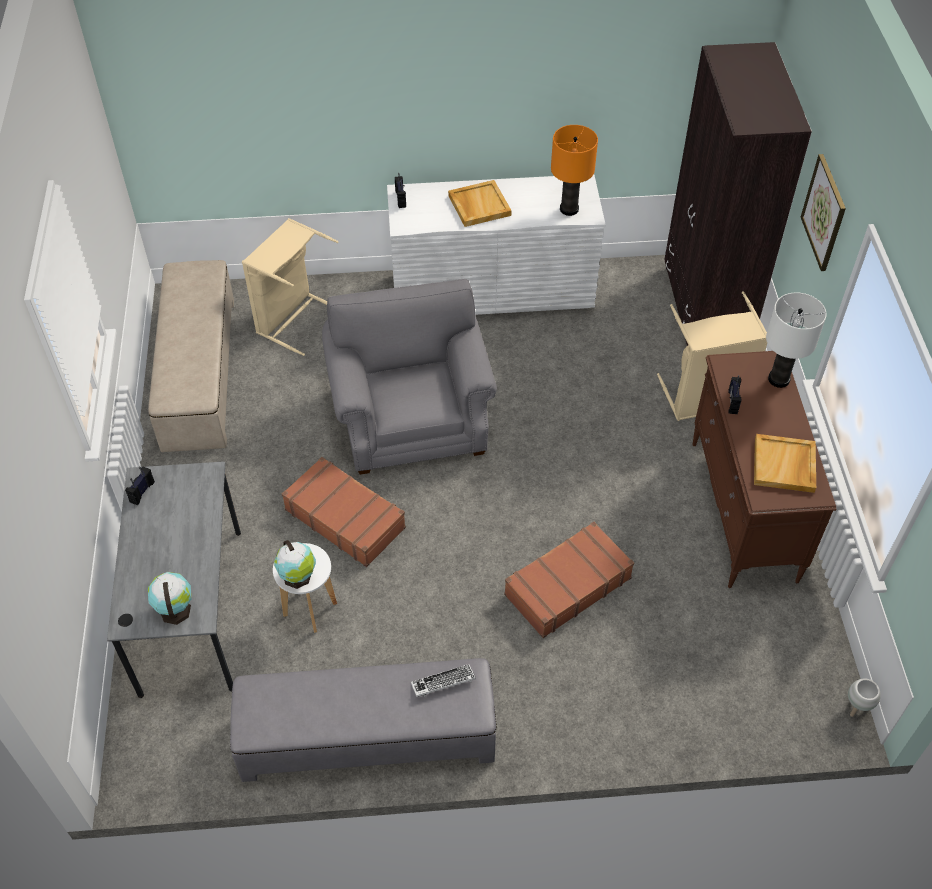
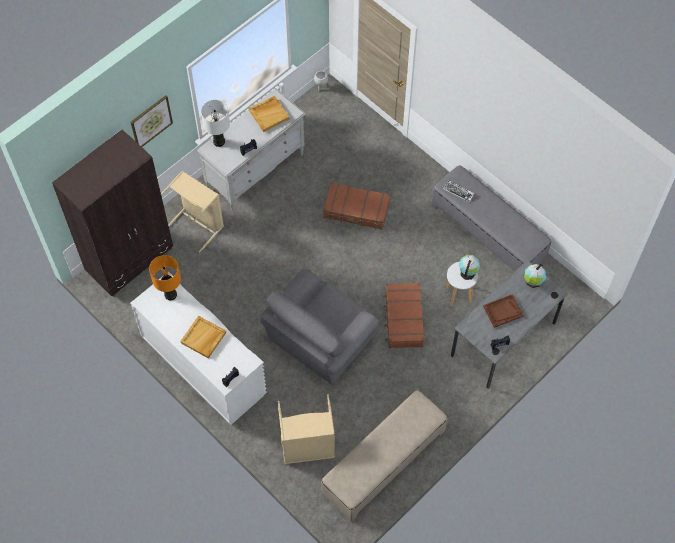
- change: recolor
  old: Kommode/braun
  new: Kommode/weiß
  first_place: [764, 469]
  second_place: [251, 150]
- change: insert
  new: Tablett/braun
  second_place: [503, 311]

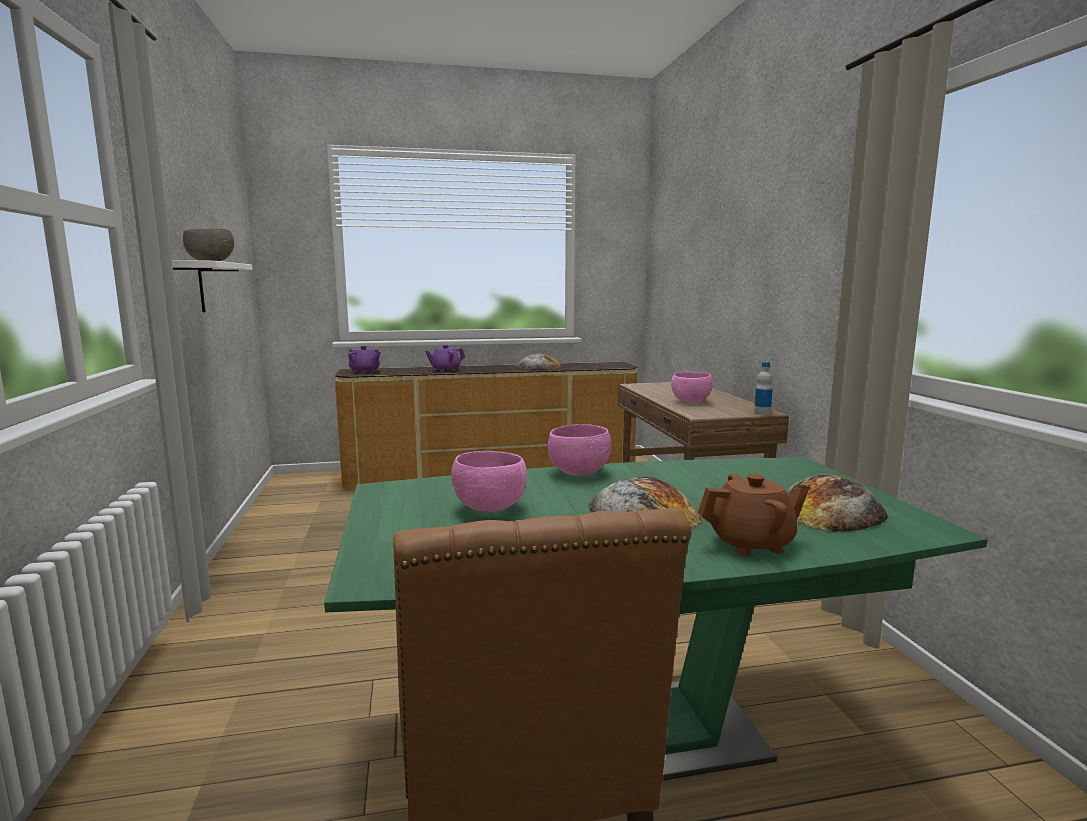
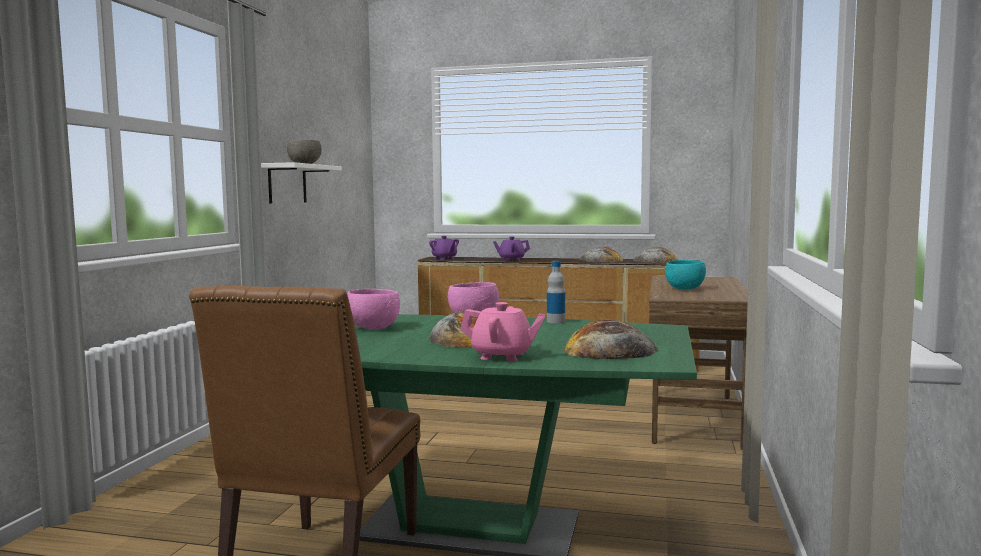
- change: recolor
  old: Teekanne/braun
  new: Teekanne/rosa
  first_place: [754, 514]
  second_place: [503, 331]
- change: move
  old: Flasche
  first_place: [763, 388]
  second_place: [556, 292]
- change: insert
  new: Brot
  second_place: [655, 255]
- change: recolor
  old: Schüssel/rosa
  new: Schüssel/türkis
  first_place: [691, 387]
  second_place: [685, 275]

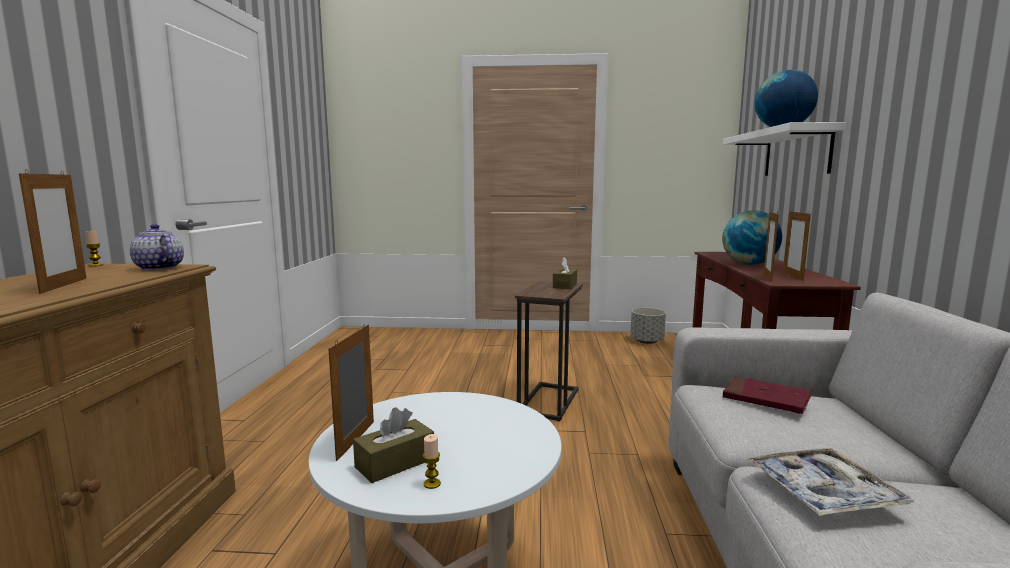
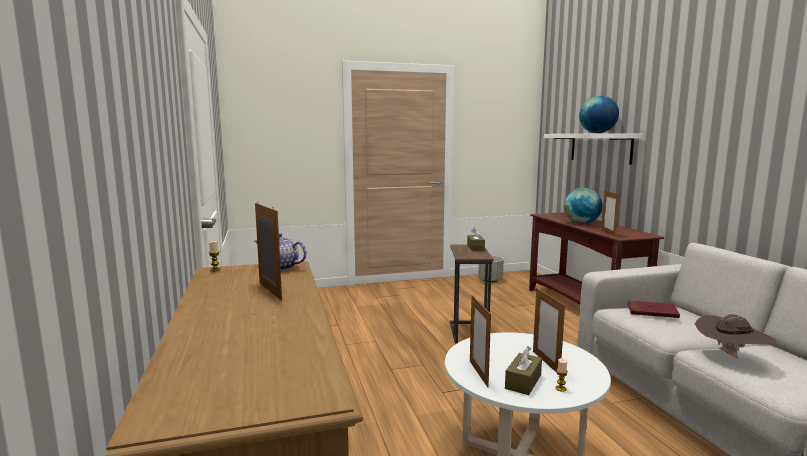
- change: move
  old: Bilderrahmen
  first_place: [797, 245]
  second_place: [549, 330]
- change: replace
  old: Tablett
  new: Hut/braun
  first_place: [830, 482]
  second_place: [735, 336]

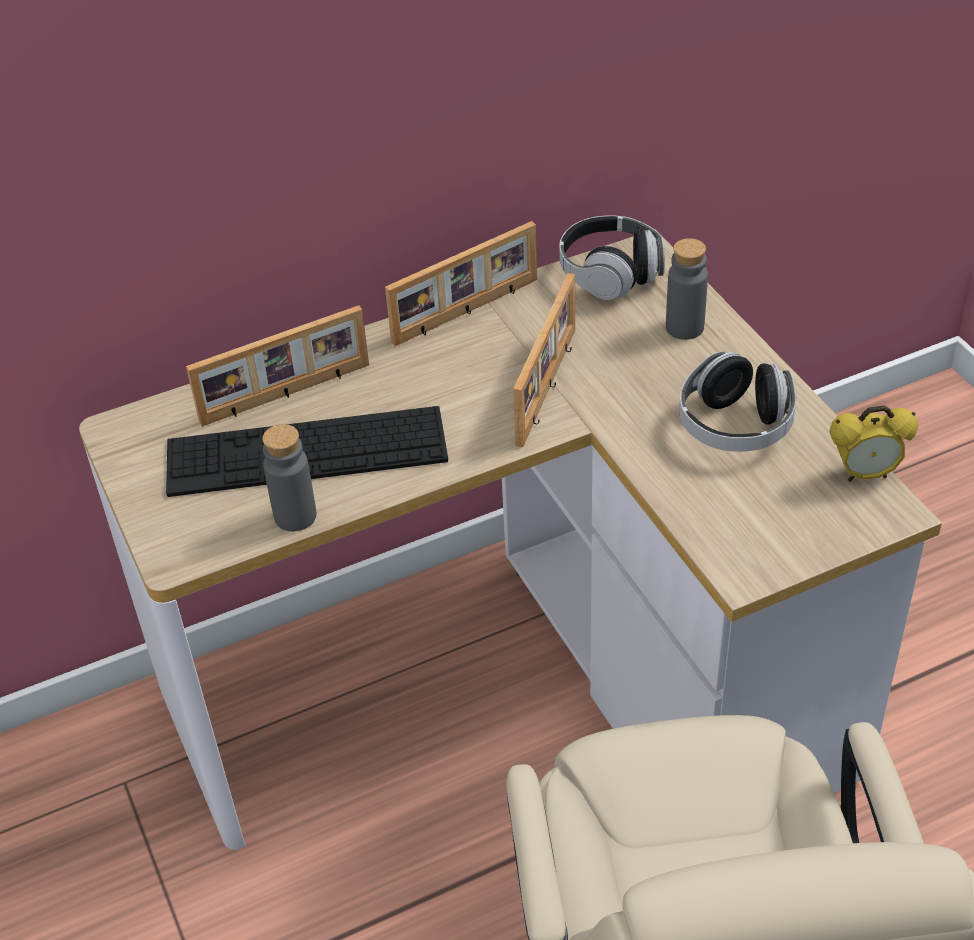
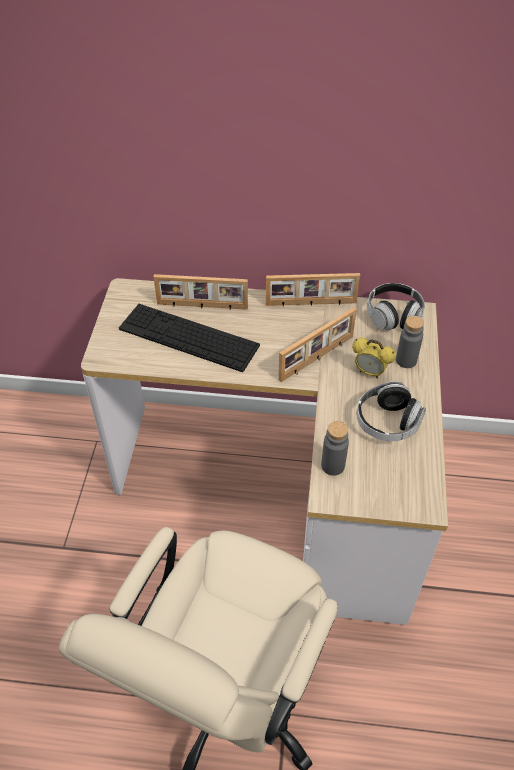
- change: move
  old: Flasche/grau
  first_place: [289, 477]
  second_place: [335, 448]
- change: move
  old: Wecker
  first_place: [874, 443]
  second_place: [374, 358]

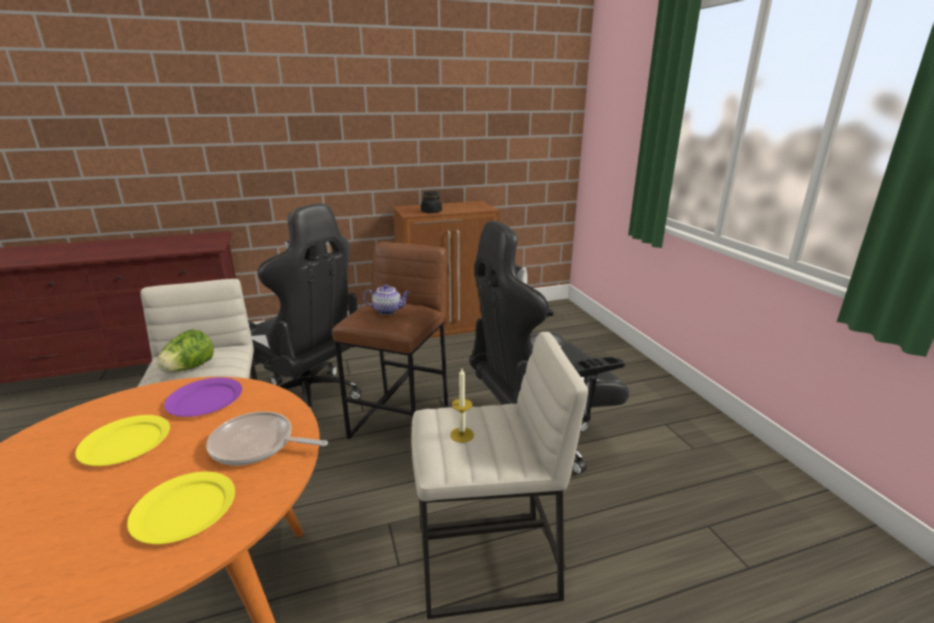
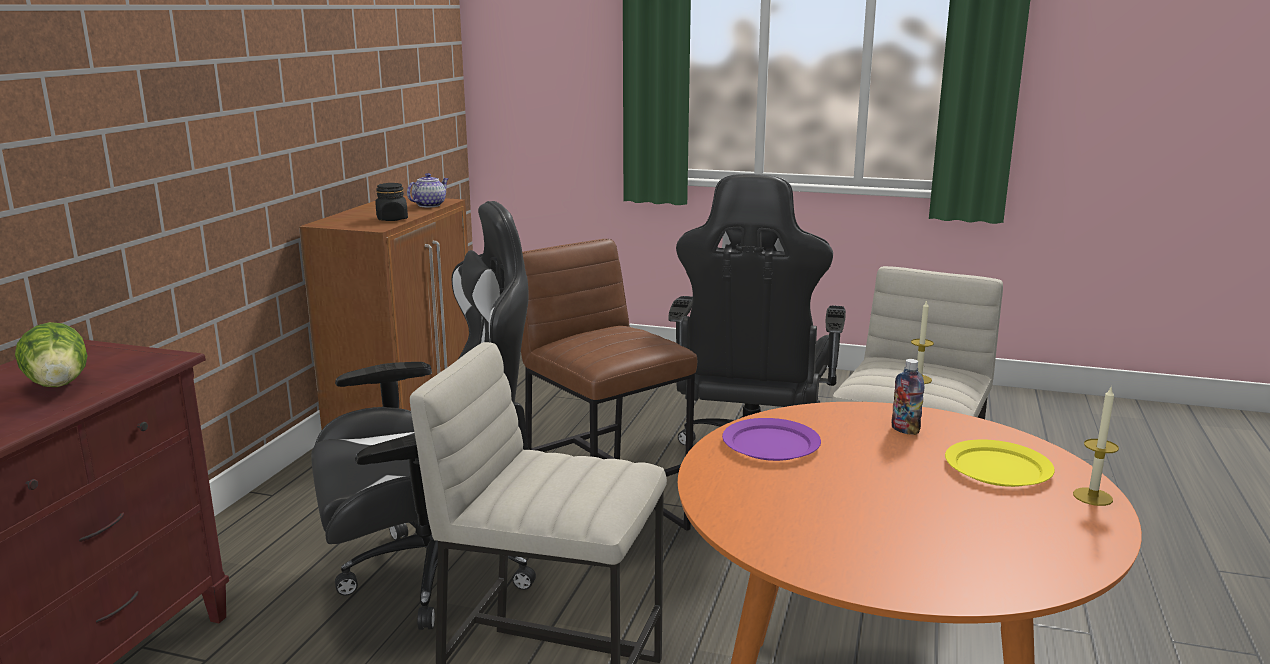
- change: move
  old: Salatkopf
  first_place: [185, 350]
  second_place: [51, 354]
- change: move
  old: Teekanne
  first_place: [386, 299]
  second_place: [428, 190]
- change: replace
  old: Pfanne
  new: Flasche
  first_place: [267, 438]
  second_place: [908, 397]
- change: insert
  new: Kerze
  second_place: [1096, 445]
- change: delete
  old: Teller/gelb
  first_place: [122, 440]

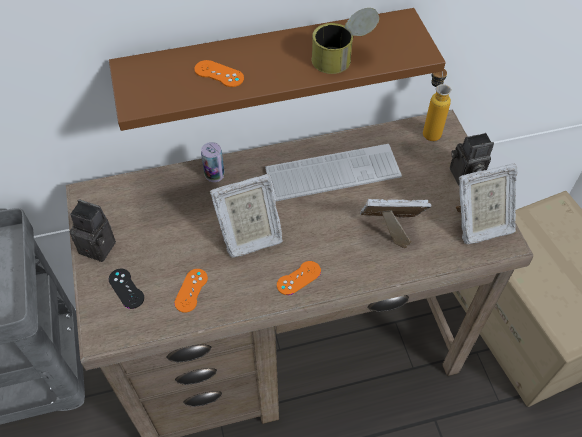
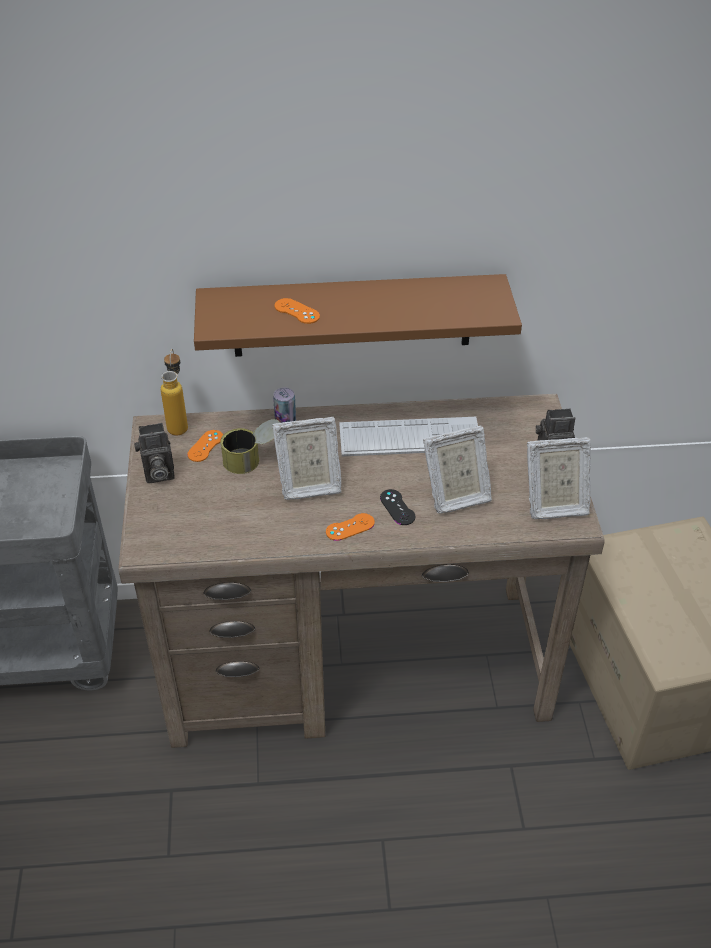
- change: rotate
  old: Kamera
  first_place: [93, 230]
  second_place: [154, 453]
  degrees: 135
- change: move
  old: Flasche
  first_place: [437, 105]
  second_place: [174, 392]
- change: move
  old: Gamepad/orange
  first_place: [191, 291]
  second_place: [205, 446]
- change: move
  old: Dose
  first_place: [345, 41]
  second_place: [250, 446]
- change: move
  old: Gamepad/schwarz
  first_place: [126, 289]
  second_place: [397, 507]
- change: rotate
  old: Bilderrahmen
  first_place: [396, 223]
  second_place: [457, 469]
  degrees: 150

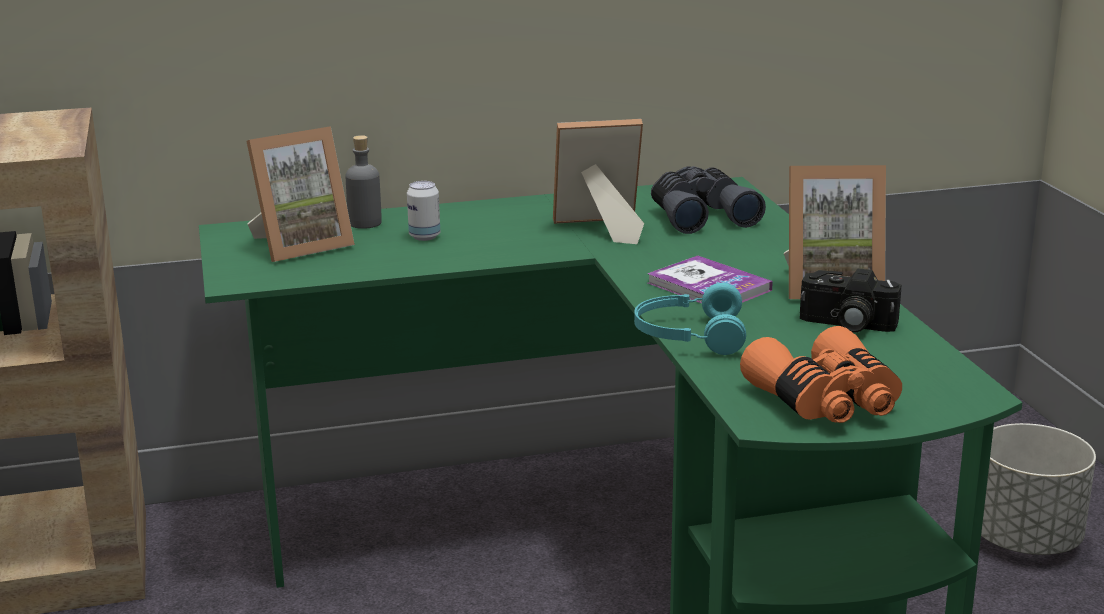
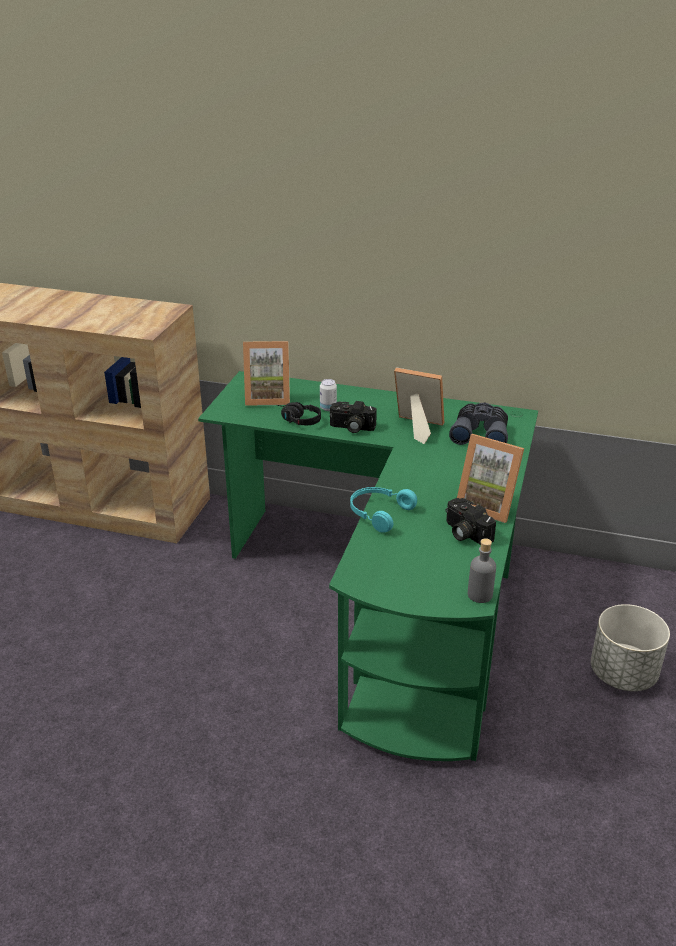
- change: insert
  new: Kopfhörer/schwarz
  second_place: [299, 413]
- change: insert
  new: Kamera
  second_place: [353, 417]
- change: move
  old: Flasche/grau
  first_place: [363, 182]
  second_place: [482, 570]
- change: delete
  old: Buch
  first_place: [710, 279]
- change: delete
  old: Fernglas/orange
  first_place: [821, 374]

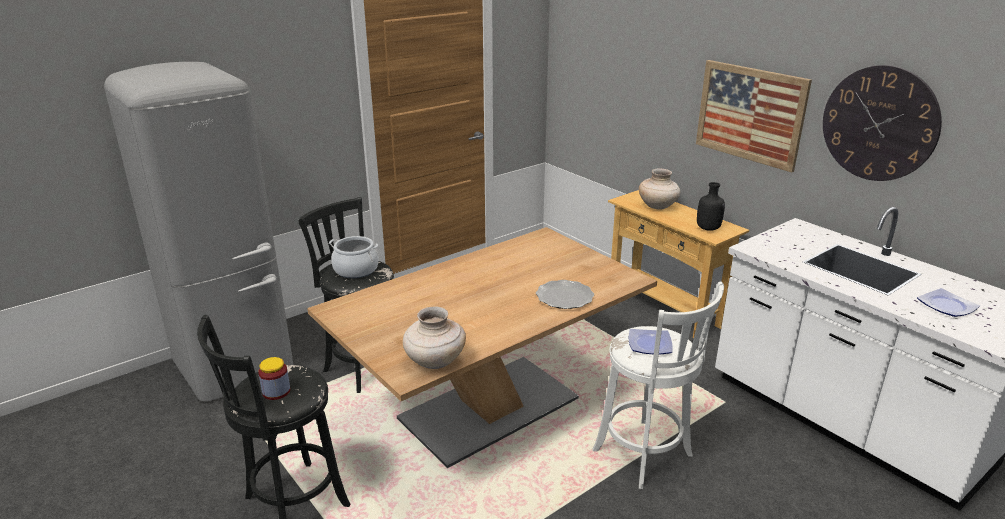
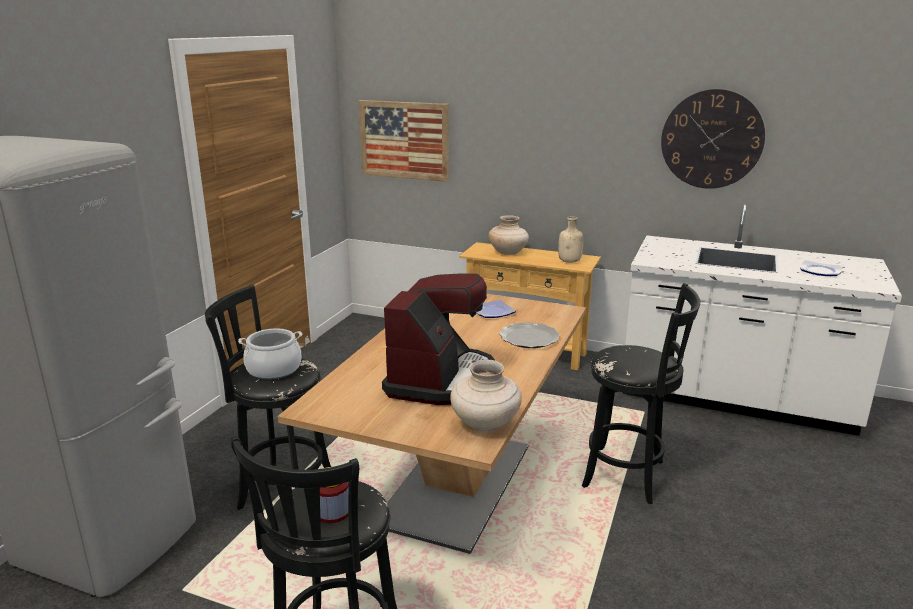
- change: move
  old: Bild
  first_place: [754, 116]
  second_place: [403, 141]
- change: insert
  new: Kaffeemaschine
  second_place: [438, 339]
- change: move
  old: Teller
  first_place: [651, 342]
  second_place: [496, 309]
- change: recolor
  old: Flasche/schwarz
  new: Flasche/beige
  first_place: [711, 206]
  second_place: [570, 239]
- change: recolor
  old: Hocker/weiß
  new: Hocker/schwarz
  first_place: [658, 385]
  second_place: [641, 393]

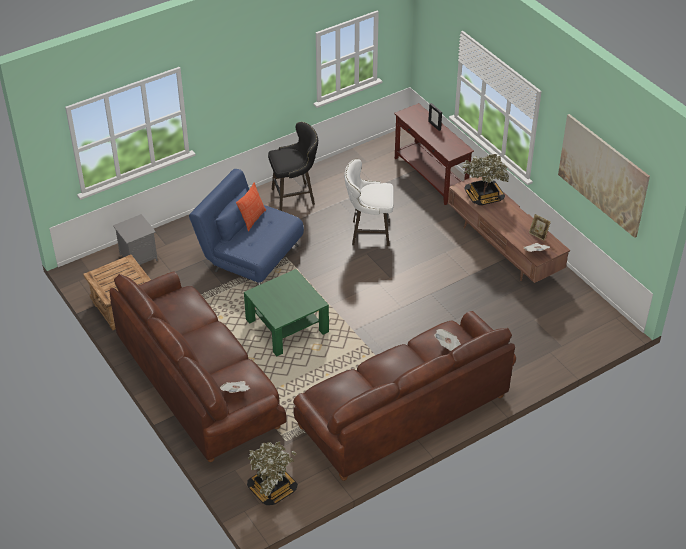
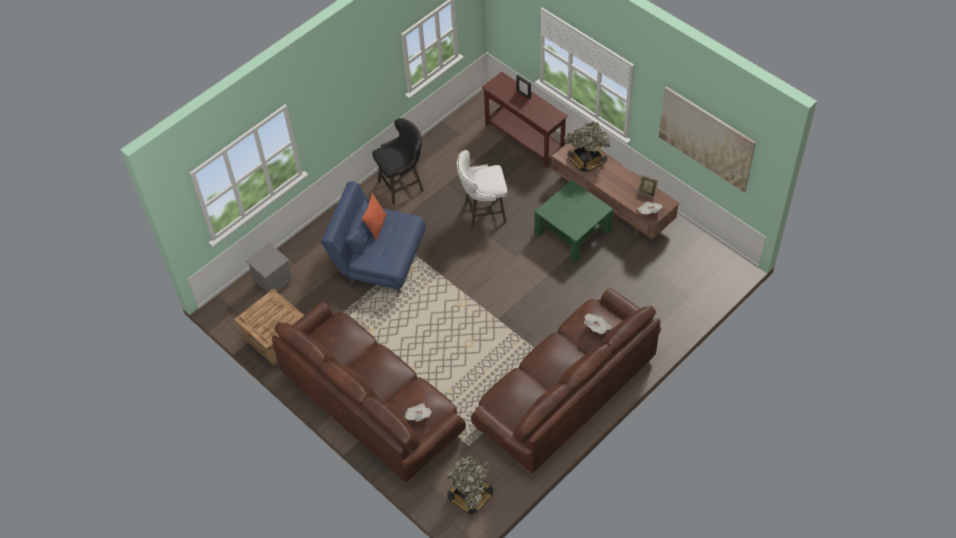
- change: move
  old: Couchtisch/grün
  first_place: [286, 312]
  second_place: [573, 221]

